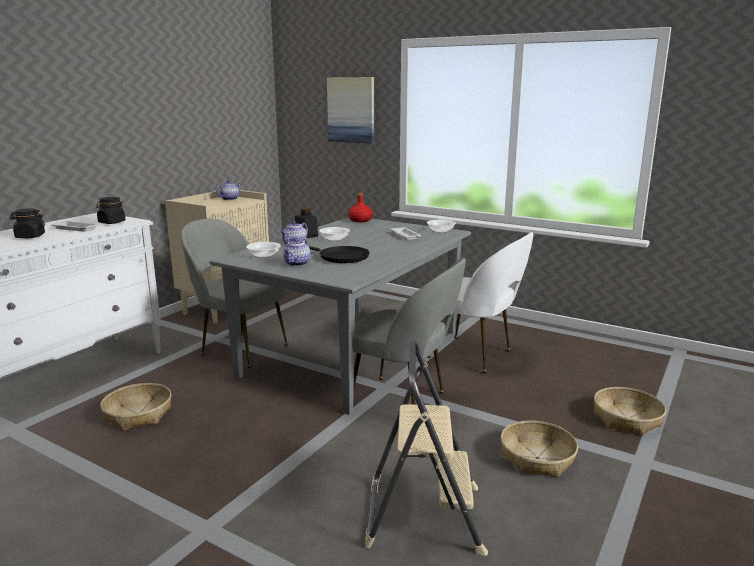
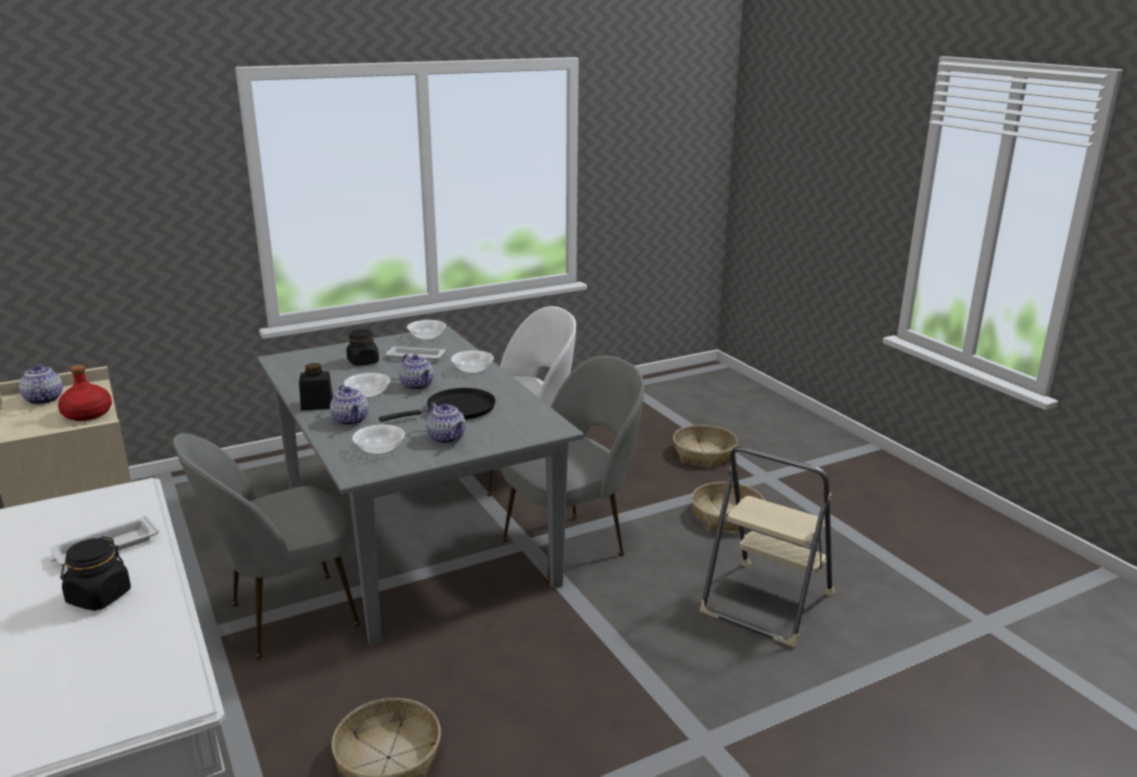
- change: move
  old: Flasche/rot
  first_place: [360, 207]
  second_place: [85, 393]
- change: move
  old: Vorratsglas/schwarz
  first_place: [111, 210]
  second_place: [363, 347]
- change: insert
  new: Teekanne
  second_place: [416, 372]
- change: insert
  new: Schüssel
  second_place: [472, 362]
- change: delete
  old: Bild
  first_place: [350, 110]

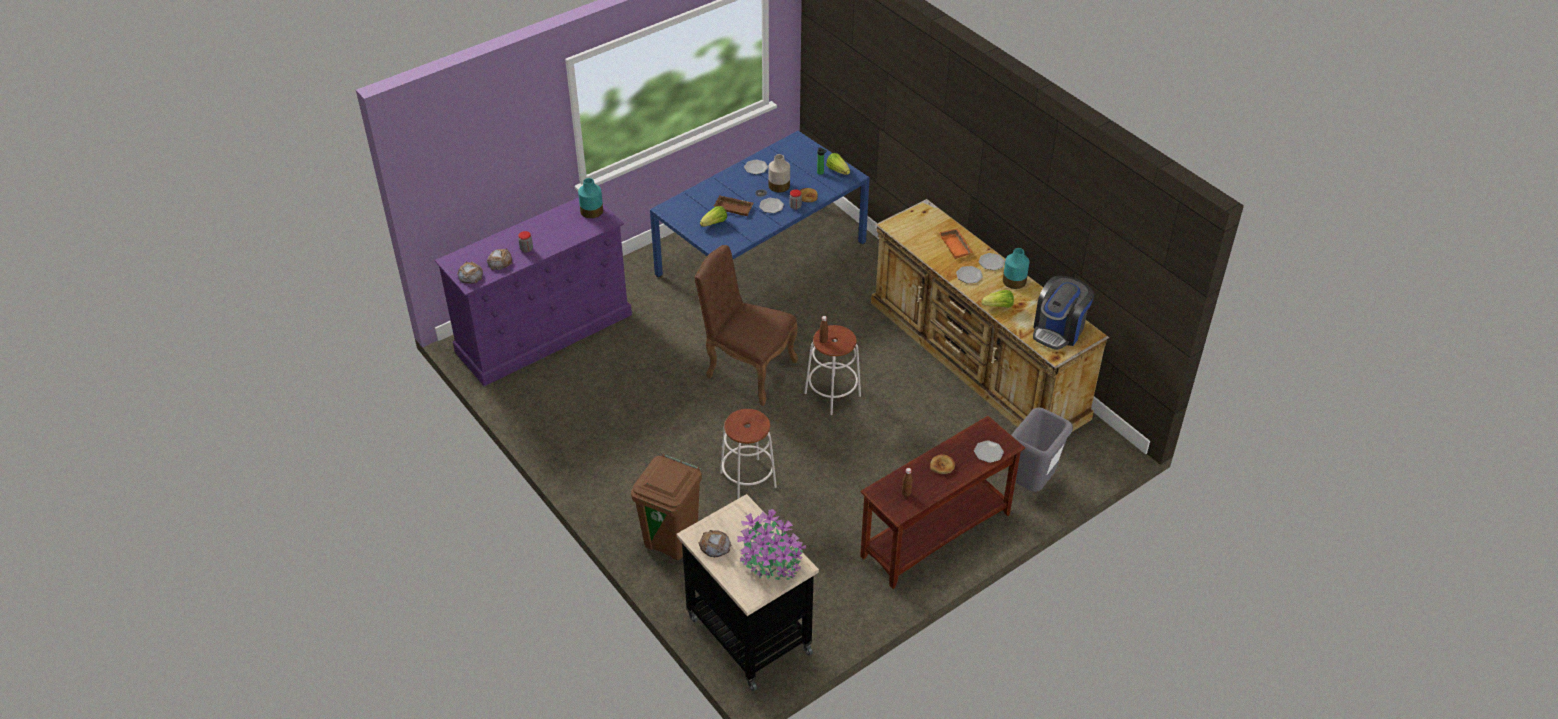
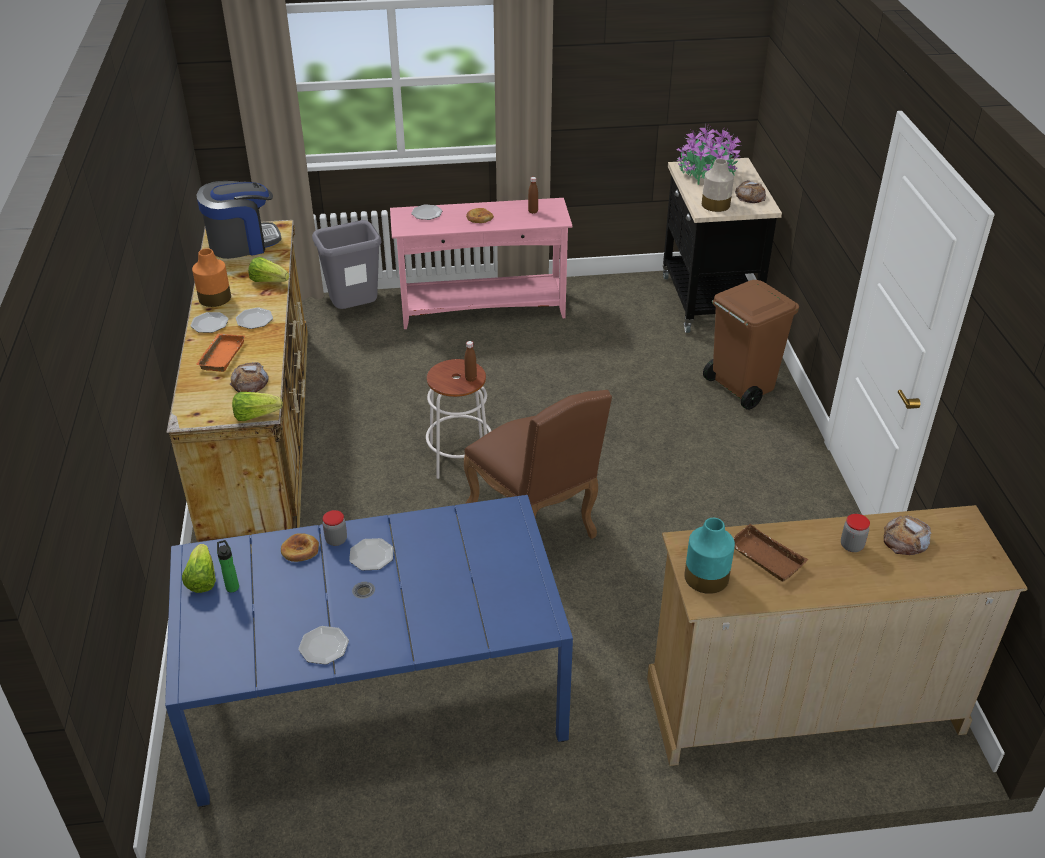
- change: recolor
  old: Vase/türkis
  new: Vase/orange
  first_place: [1016, 268]
  second_place: [211, 278]
- change: move
  old: Brot
  first_place: [470, 272]
  second_place: [249, 377]
- change: move
  old: Salatkopf
  first_place: [713, 216]
  second_place: [257, 406]
- change: recolor
  old: Konsolentisch/braun
  new: Konsolentisch/rosa
  first_place: [942, 502]
  second_place: [481, 263]
- change: recolor
  old: Kommode/lila
  new: Kommode/braun
  first_place: [533, 292]
  second_place: [837, 635]
- change: move
  old: Vase/beige
  first_place: [779, 173]
  second_place: [718, 185]
- change: move
  old: Tablett/braun
  first_place: [734, 205]
  second_place: [770, 552]
- change: delete
  old: Hocker/weiß
  first_place: [748, 454]

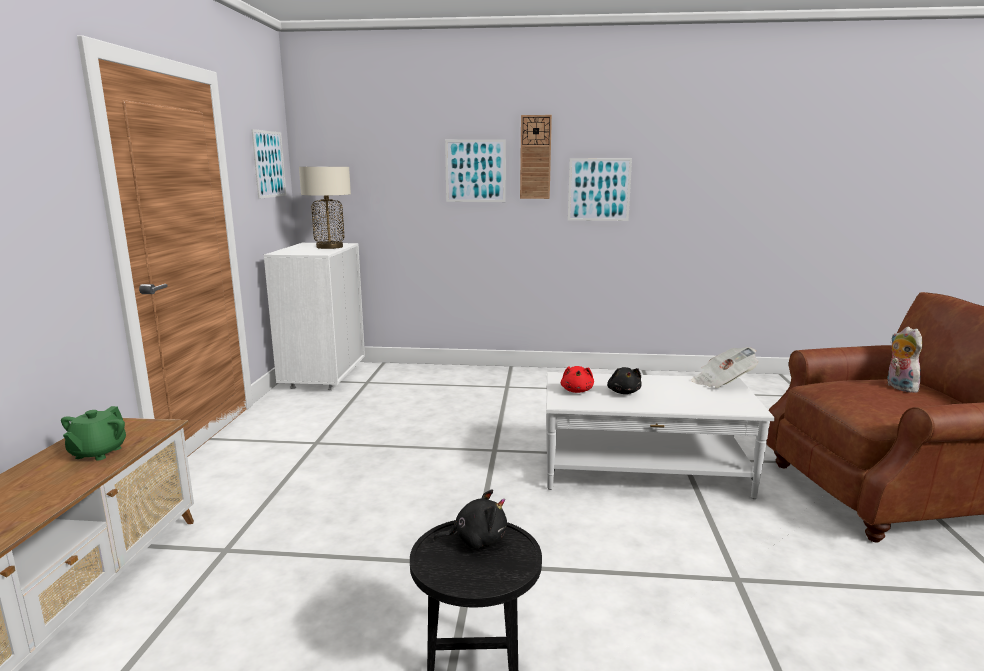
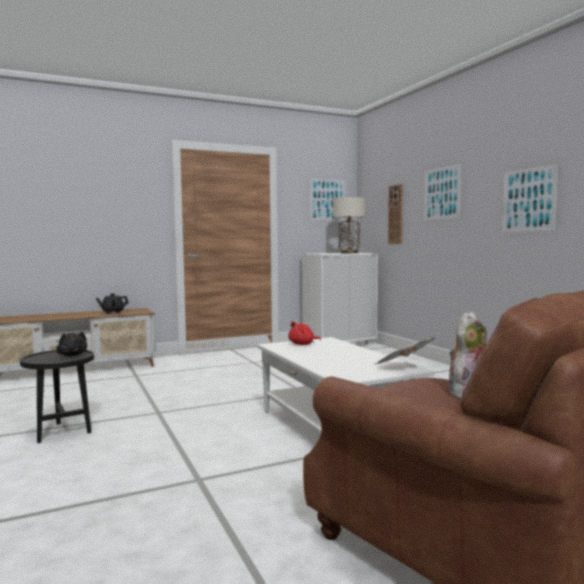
- change: recolor
  old: Teekanne/grün
  new: Teekanne/schwarz
  first_place: [93, 433]
  second_place: [112, 303]
- change: move
  old: Wanduhr
  first_place: [536, 157]
  second_place: [395, 214]
- change: delete
  old: Plüschtier/schwarz
  first_place: [624, 380]

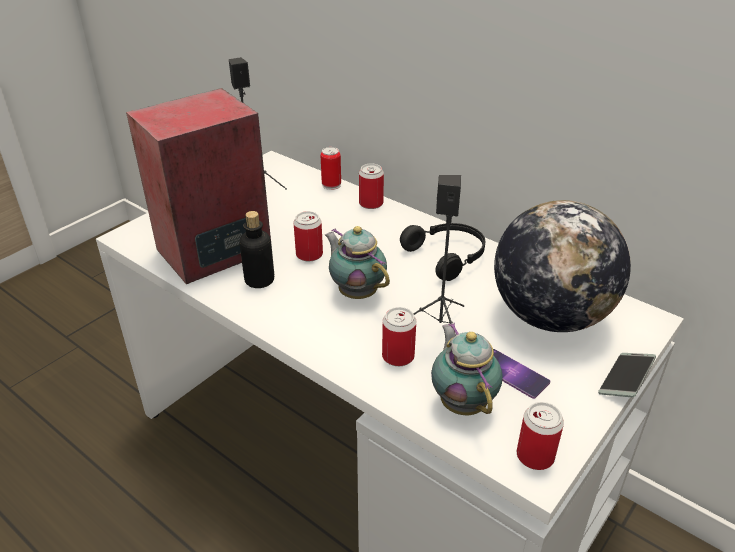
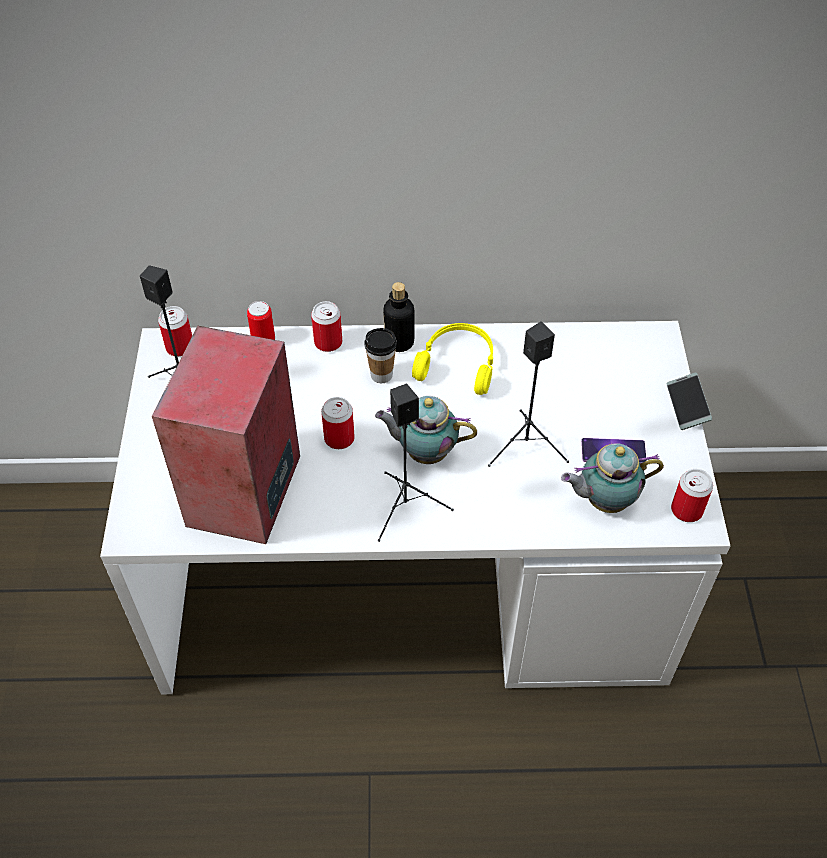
- change: move
  old: Dose
  first_place: [399, 336]
  second_place: [175, 331]
- change: insert
  new: Tasse
  second_place: [380, 355]
- change: insert
  new: Lautsprecher/schwarz
  second_place: [416, 463]
- change: move
  old: Flasche
  first_place: [257, 249]
  second_place: [398, 317]
- change: recolor
  old: Kopfhörer/schwarz
  new: Kopfhörer/gelb
  first_place: [442, 252]
  second_place: [452, 359]
- change: rotate
  old: Teekanne
  first_place: [466, 369]
  second_place: [612, 478]
  degrees: -45
- change: delete
  old: Globus
  first_place: [562, 266]

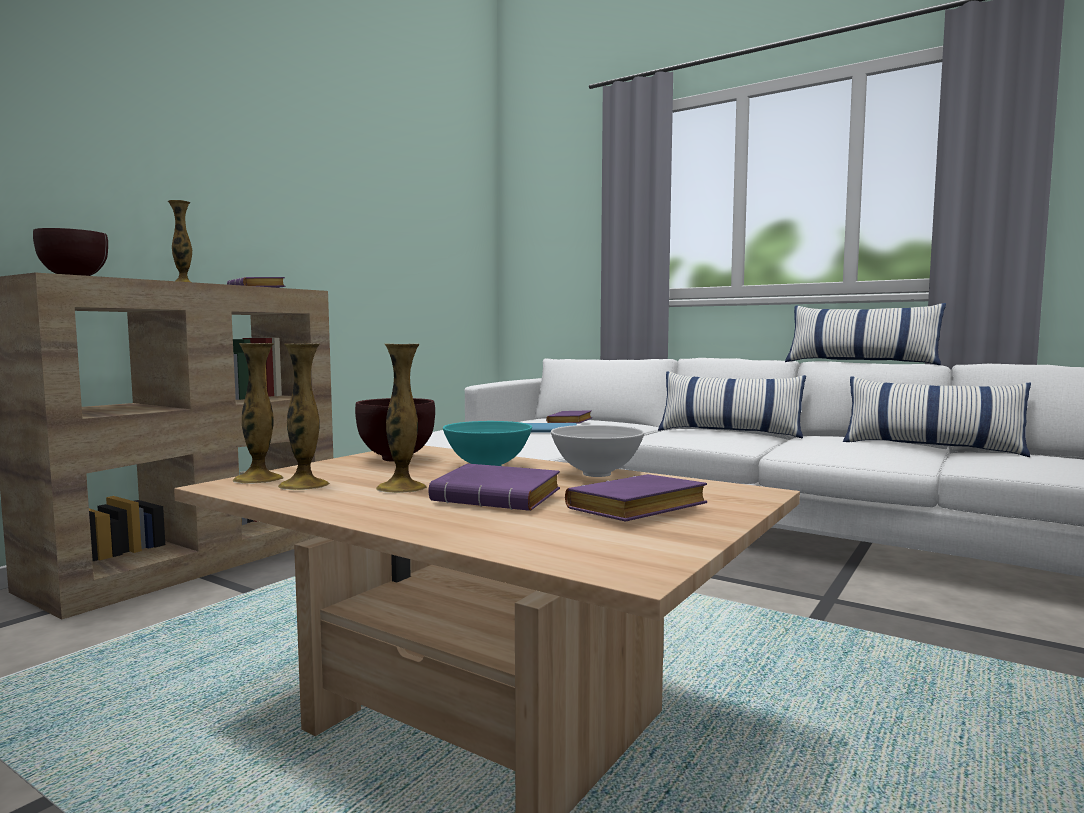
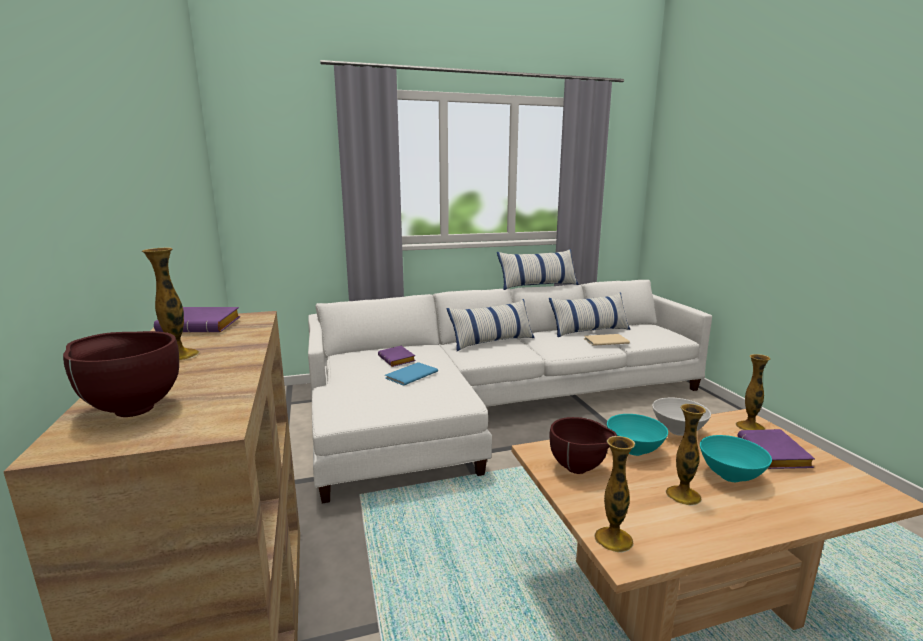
- change: insert
  new: Buch/beige
  second_place: [607, 340]
- change: replace
  old: Buch/lila
  new: Schüssel/türkis
  first_place: [494, 487]
  second_place: [736, 458]
- change: move
  old: Vase
  first_place: [304, 416]
  second_place: [753, 392]

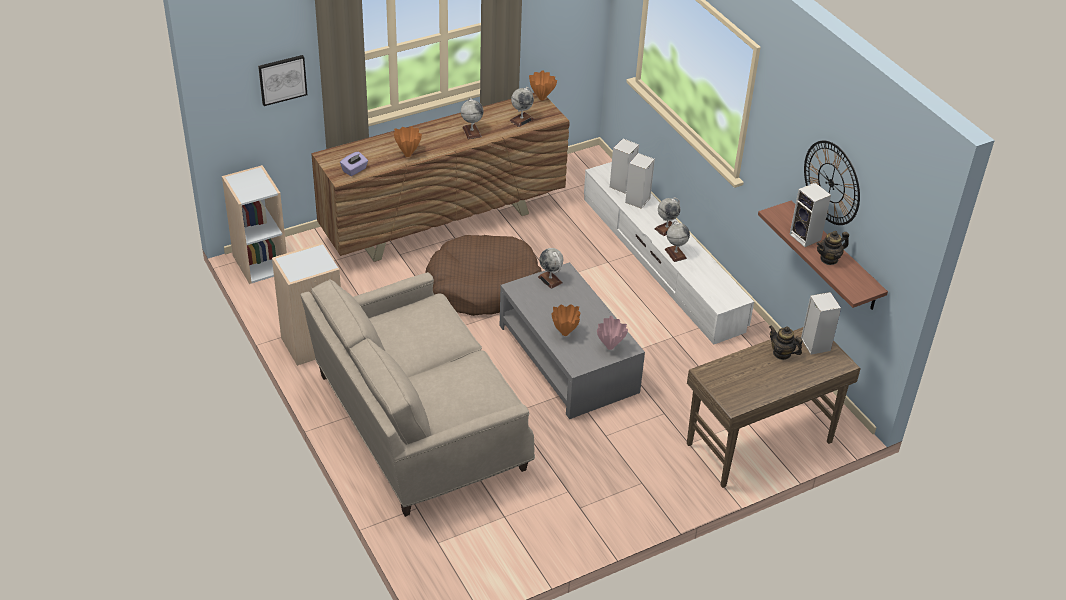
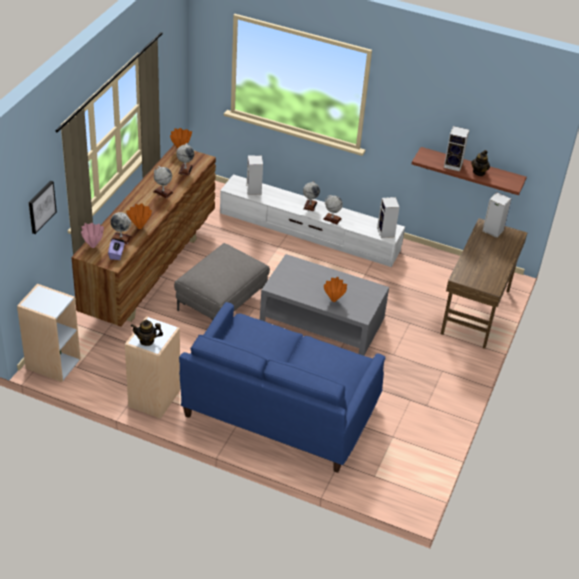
- change: move
  old: Vase/rosa
  first_place: [612, 333]
  second_place: [92, 235]
- change: move
  old: Globus
  first_place: [550, 268]
  second_place: [121, 228]
- change: move
  old: Teekanne
  first_place: [786, 342]
  second_place: [147, 333]
- change: replace
  old: Hundebett/braun
  new: Polsterhocker/grau
  first_place: [483, 275]
  second_place: [222, 282]
- change: recolor
  old: Sofa/beige
  new: Sofa/blau
  first_place: [417, 394]
  second_place: [282, 387]
- change: move
  old: Lautsprecher
  first_place: [640, 181]
  second_place: [388, 217]
- change: delete
  old: Wanduhr
  first_place: [832, 182]

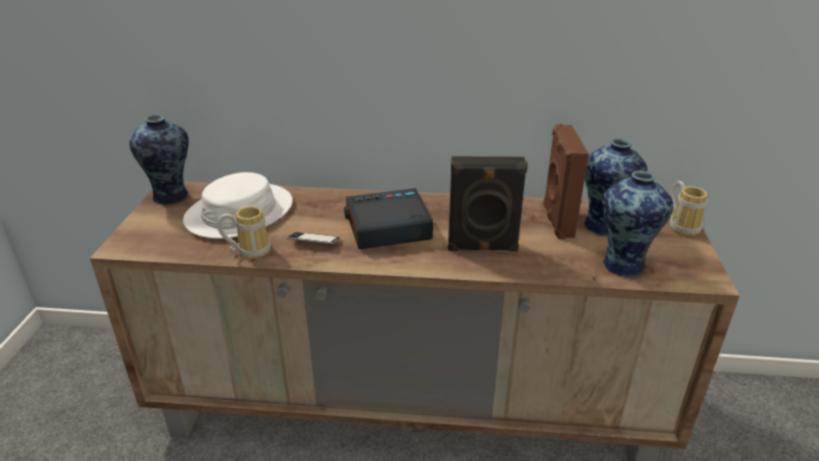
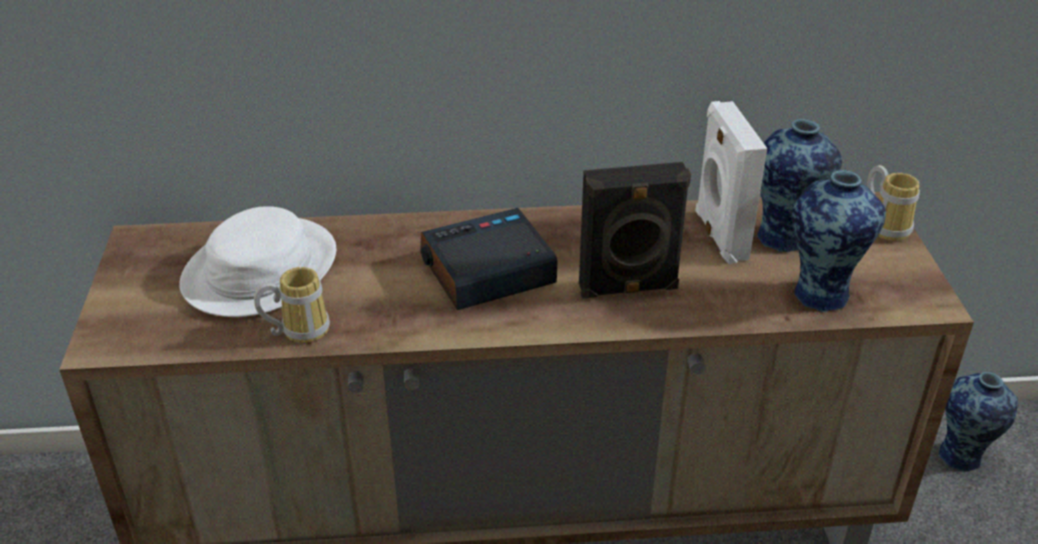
- change: recolor
  old: Lautsprecher/braun
  new: Lautsprecher/weiß
  first_place: [566, 181]
  second_place: [731, 182]
- change: move
  old: Vase
  first_place: [159, 159]
  second_place: [978, 422]
- change: delete
  old: Handy
  first_place: [314, 238]

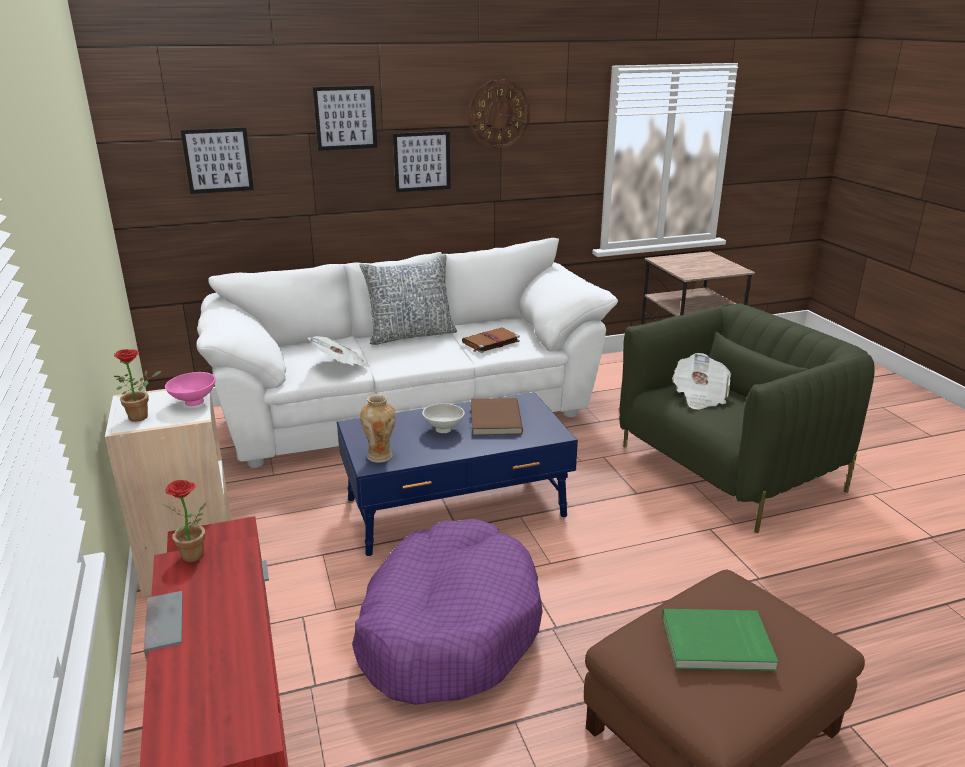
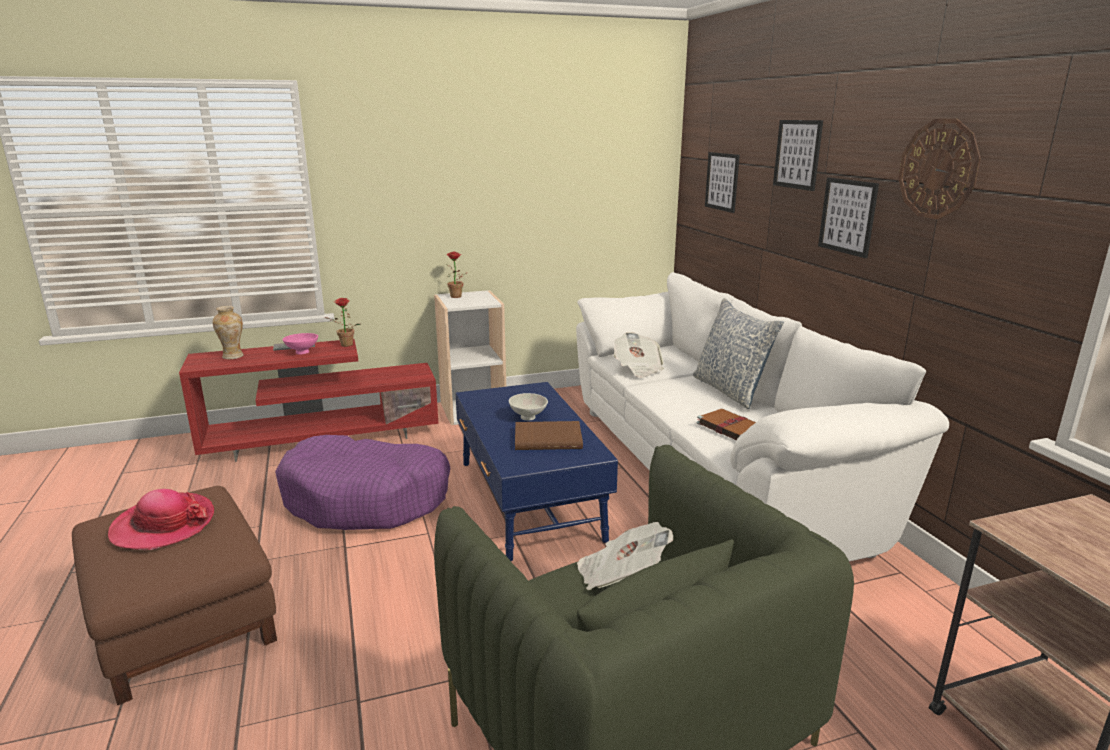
- change: replace
  old: Buch/grün
  new: Hut
  first_place: [720, 640]
  second_place: [161, 519]
- change: move
  old: Vase
  first_place: [378, 428]
  second_place: [228, 332]
- change: move
  old: Schüssel/rosa
  first_place: [190, 389]
  second_place: [300, 343]

